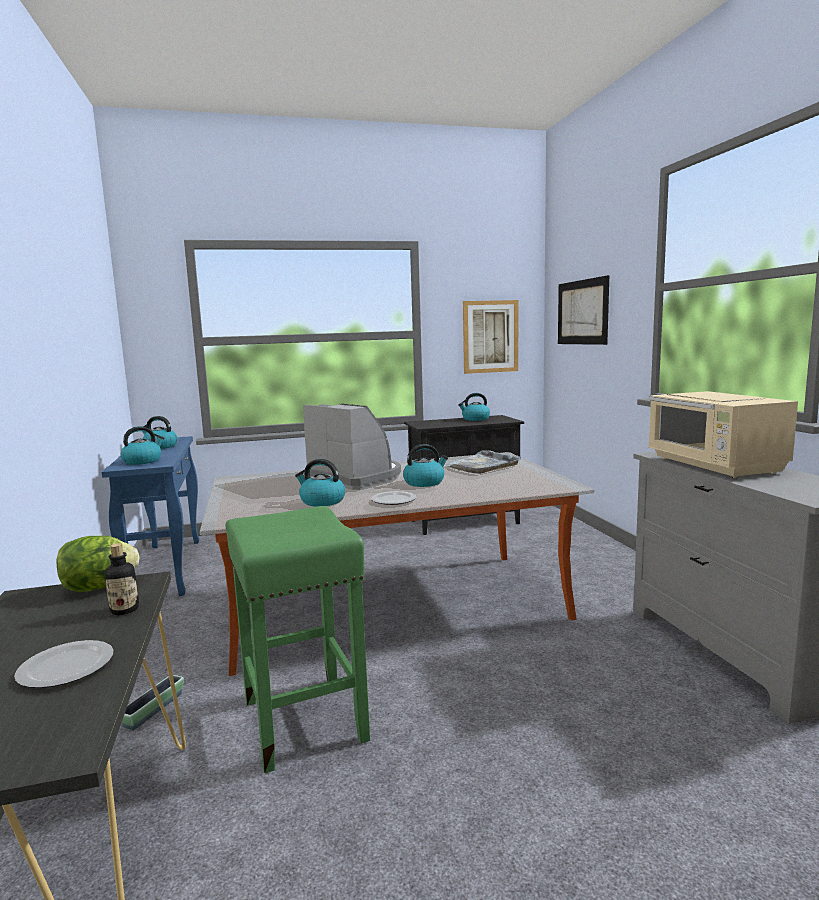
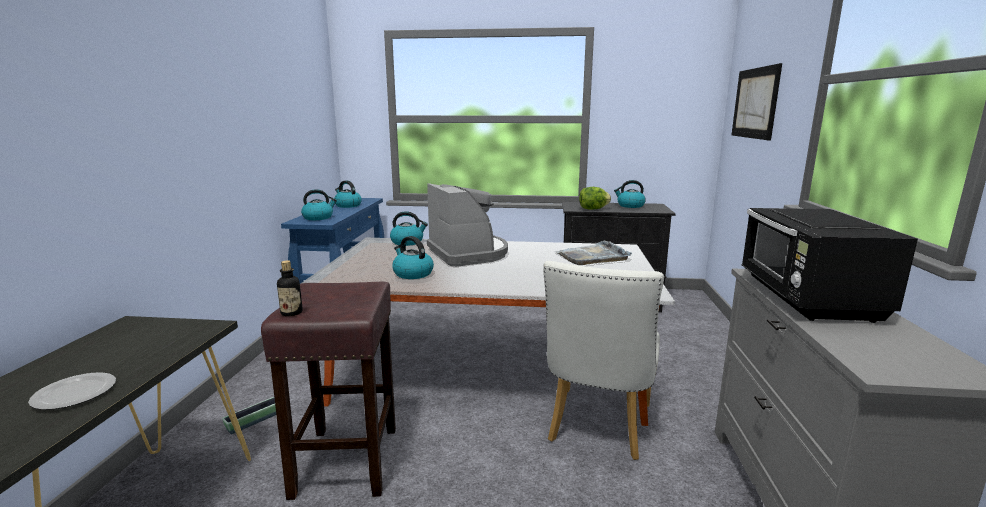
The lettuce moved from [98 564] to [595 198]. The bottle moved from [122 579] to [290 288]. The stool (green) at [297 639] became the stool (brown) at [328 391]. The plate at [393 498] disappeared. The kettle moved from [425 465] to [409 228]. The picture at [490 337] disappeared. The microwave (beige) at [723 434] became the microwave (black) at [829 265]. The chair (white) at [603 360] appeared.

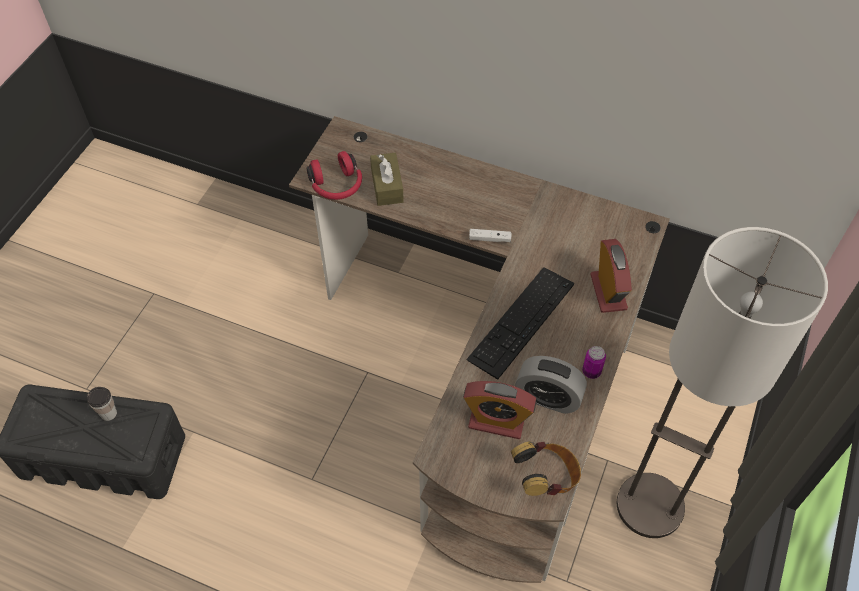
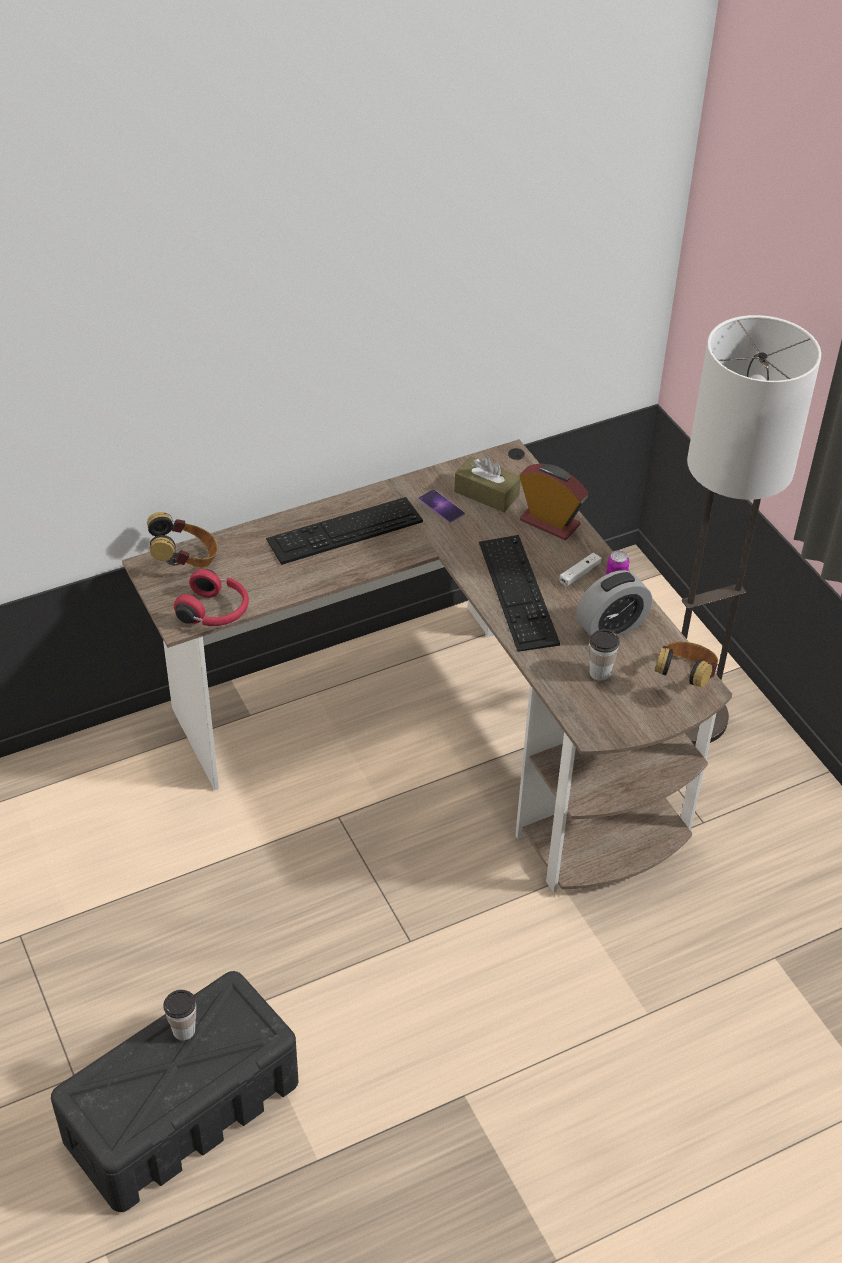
The tissue box (brown) moved from [387 179] to [487 484]. The alarm clock at [499 410] was replaced by the cup at [604 655]. The game controller (white) moved from [490 235] to [580 569]. The headphones at [182 539] appeared. The keyboard at [344 531] appeared. The phone at [441 506] appeared.

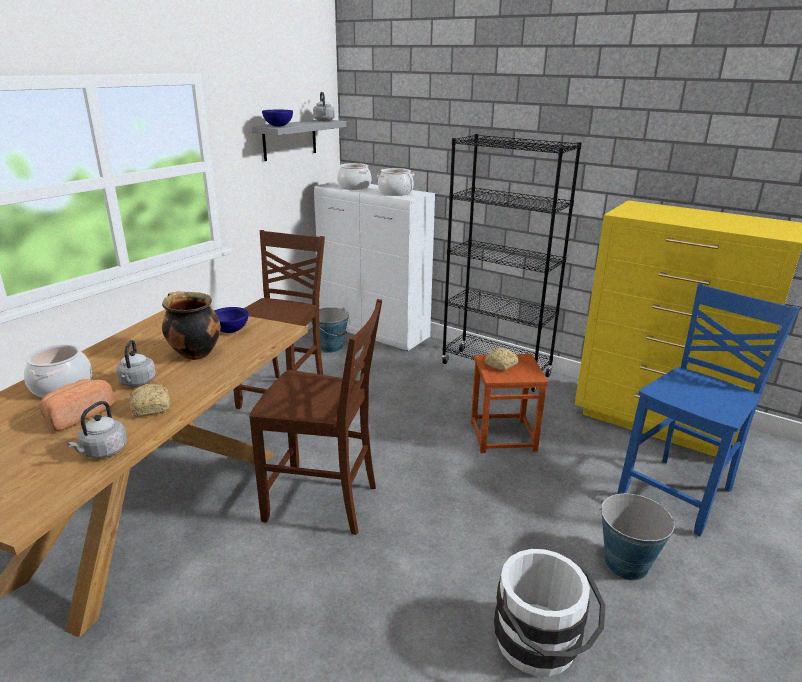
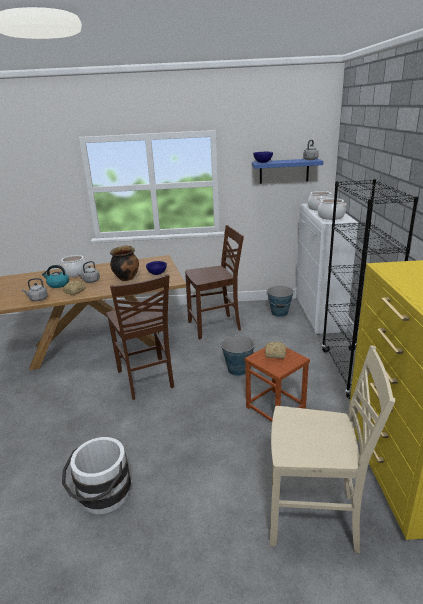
The bread at [76 405] was replaced by the kettle at [55 276]. The shelf (grey) at [299 140] became the shelf (blue) at [288 171]. The bucket moved from [637 537] to [238 355]. The chair (blue) at [708 409] became the chair (beige) at [332 449].

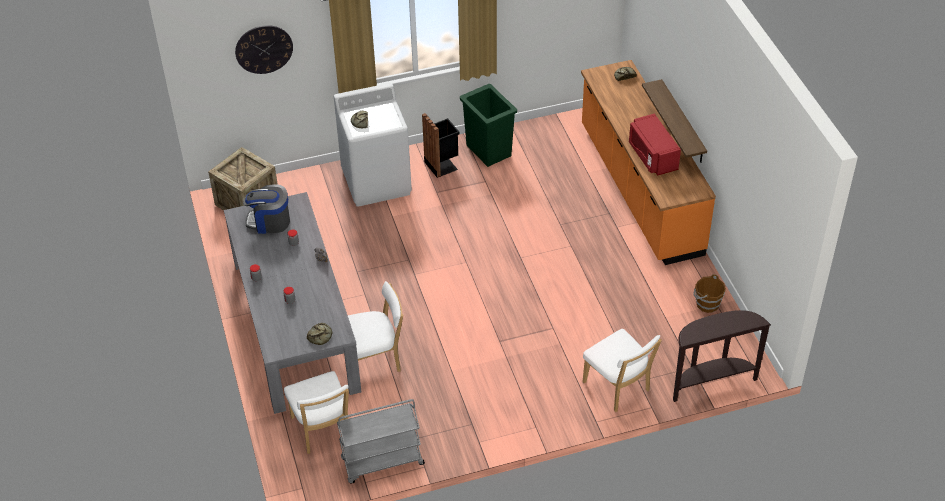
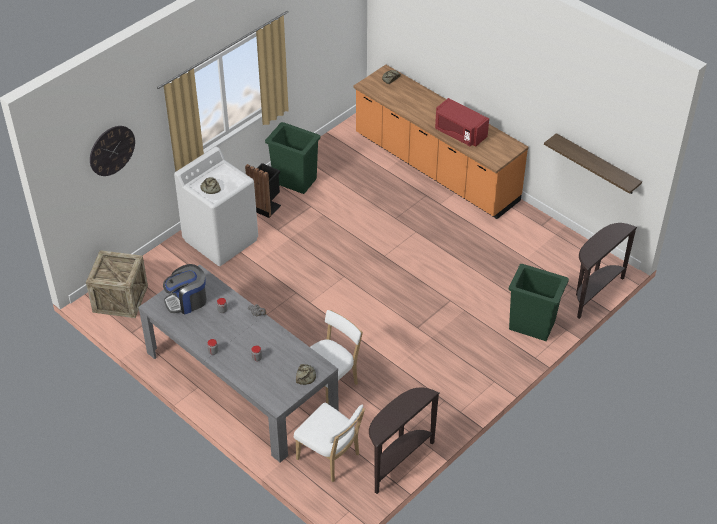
The cart (grey) at [381 441] was replaced by the console table (brown) at [404 440]. The chair (white) at [622 370] was replaced by the trash can (green) at [539 302]. The shelf moved from [674 121] to [593 163]. The bucket (brown) at [709 293] disappeared.

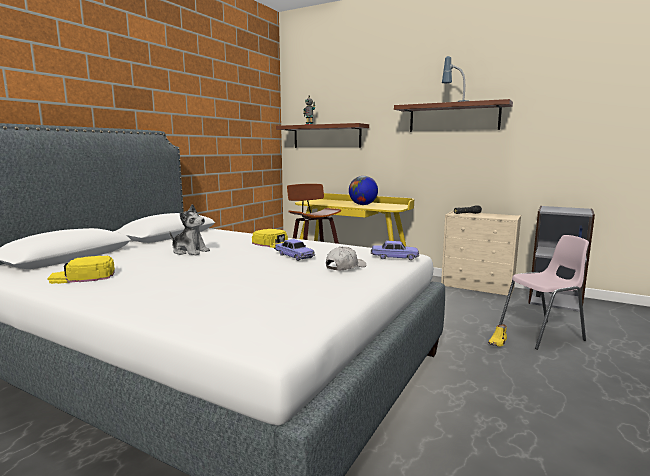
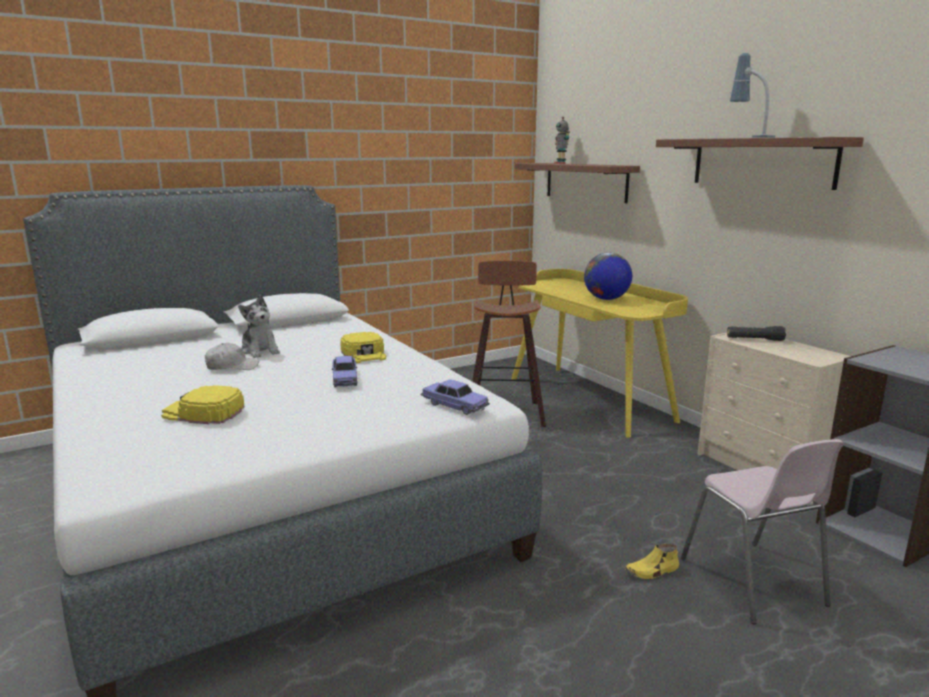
The cap (yellow) moved from [81 270] to [203 404]. The cap (white) moved from [346 259] to [232 356]. The chair (pink) at [544 292] turned 60 degrees clockwise.

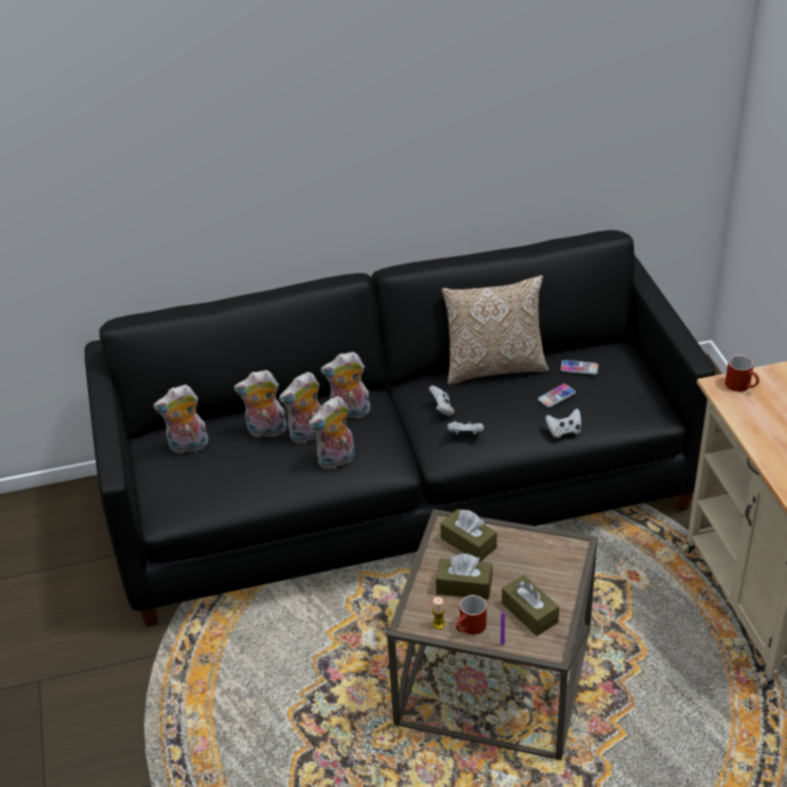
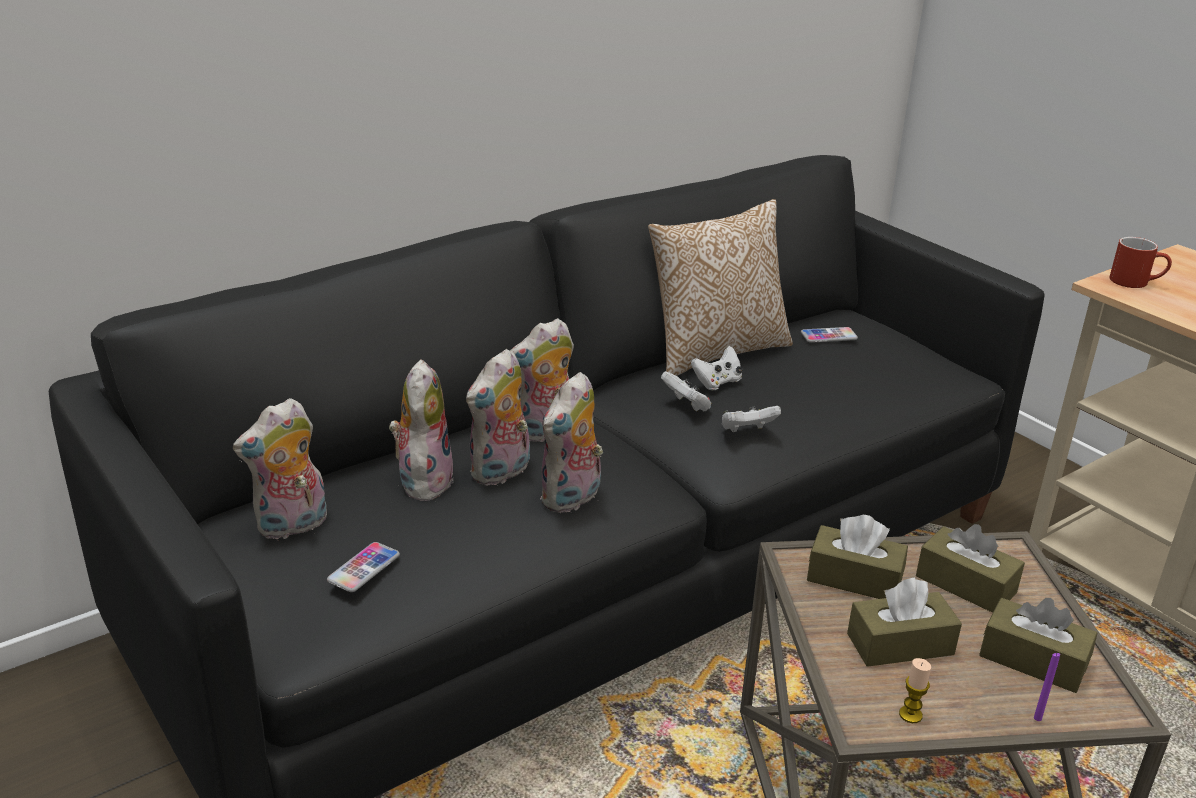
The plush toy at [261 404] turned 120 degrees clockwise. The mug (red) at [471 615] disappeared. The phone moved from [557 396] to [363 567]. The game controller (white) moved from [563 423] to [717 368]. The tissue box (brown) at [970 568] appeared.

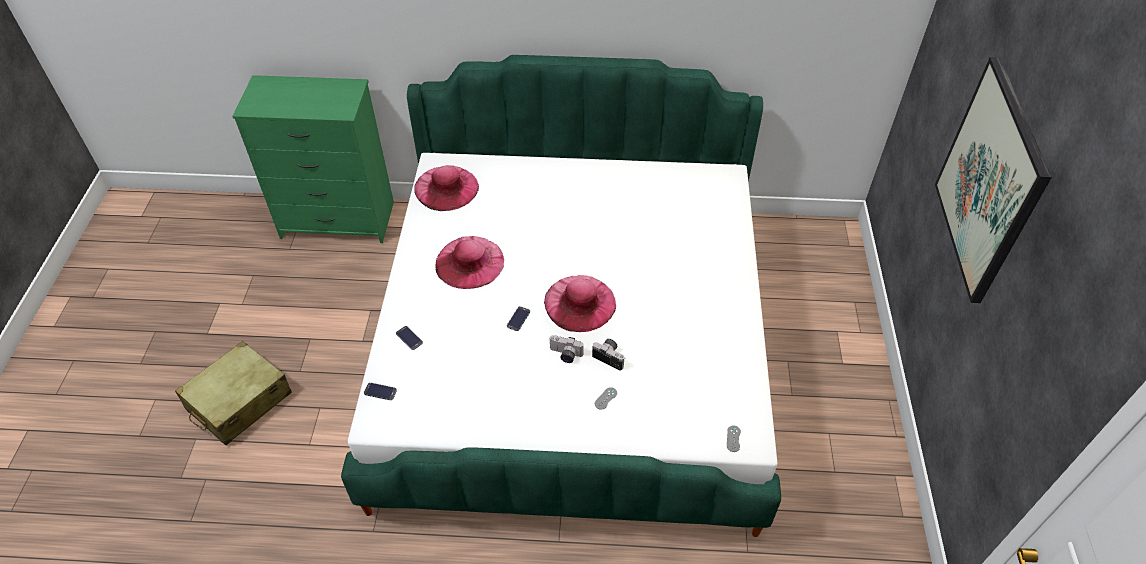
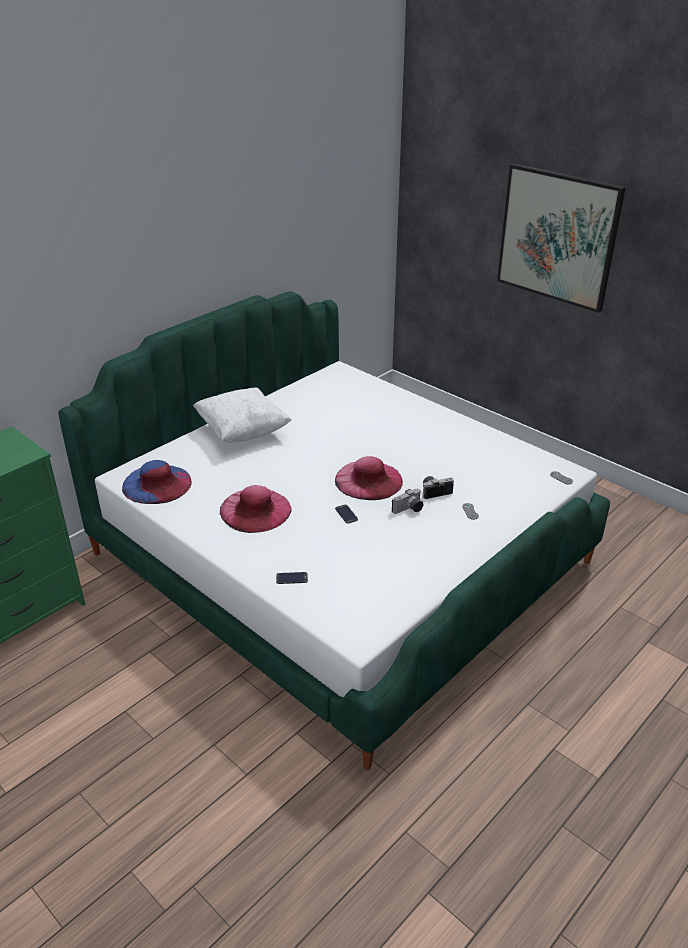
The suitcase (beige) at [233 393] disappeared. The phone at [380 391] disappeared. The hat (pink) at [446 188] became the hat (blue) at [157 482]. The pillow (white) at [242 415] appeared.

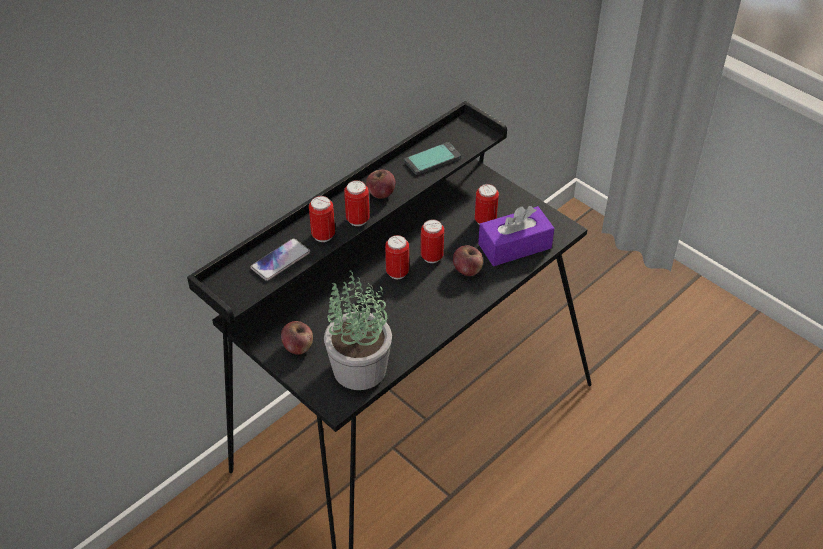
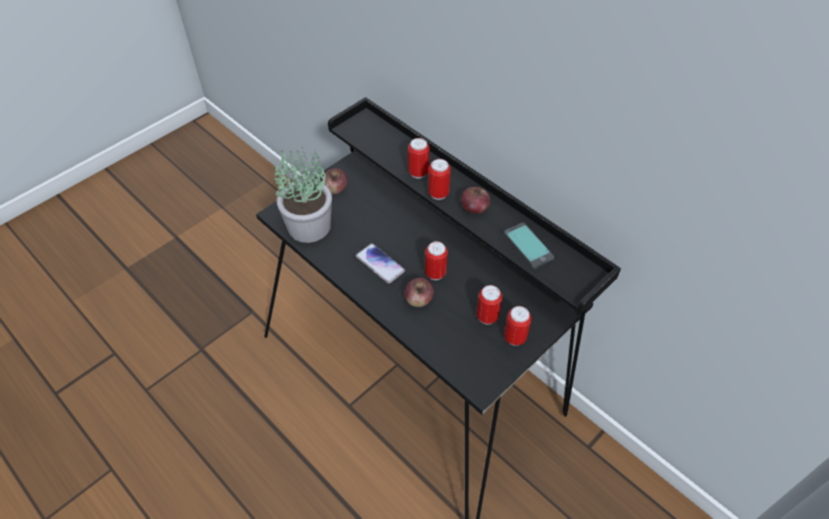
The phone moved from [280 259] to [380 263]. The can moved from [397 257] to [517 326]. The tissue box (purple) at [516 236] disappeared.

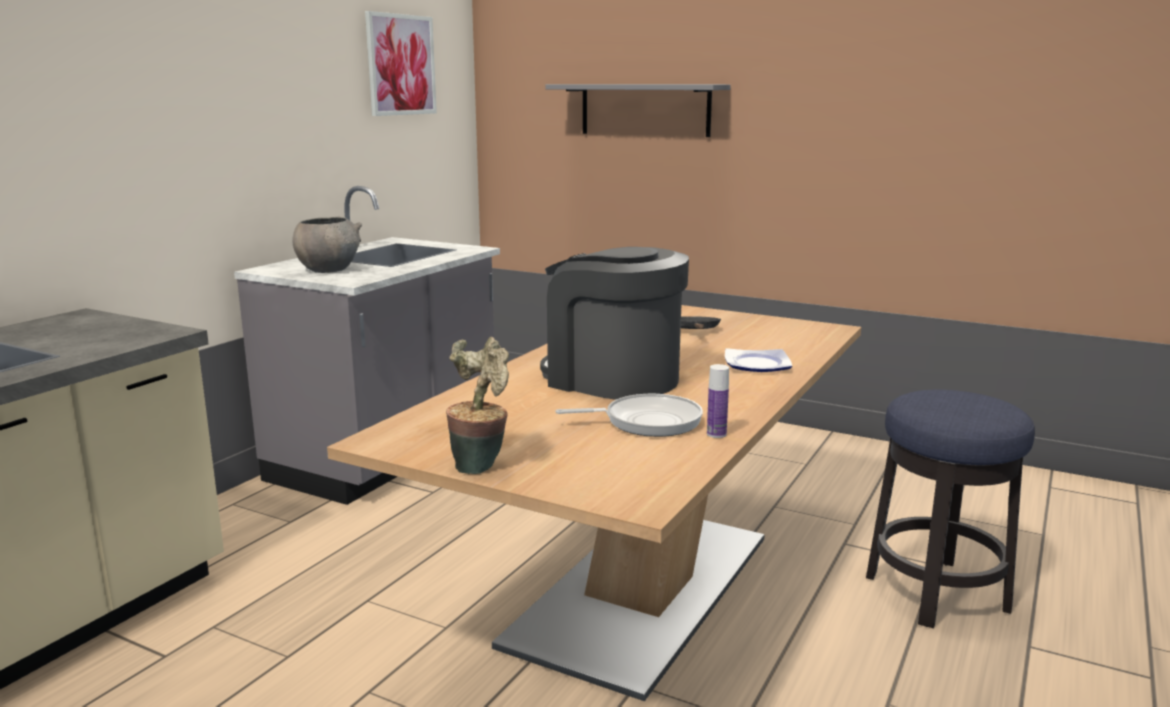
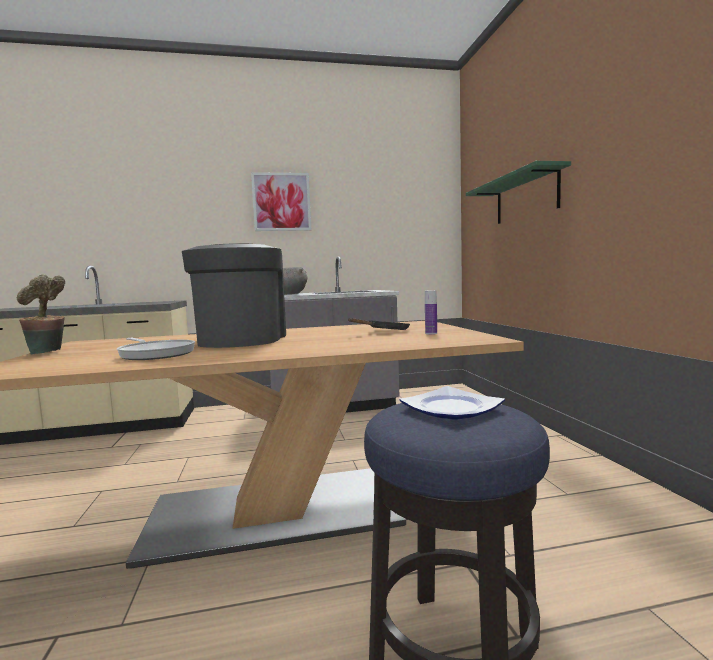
The picture moved from [401 63] to [281 201]. The shelf (grey) at [638 110] became the shelf (green) at [518 192]. The bottle moved from [718 401] to [431 312]. The plate moved from [758 360] to [452 403].

